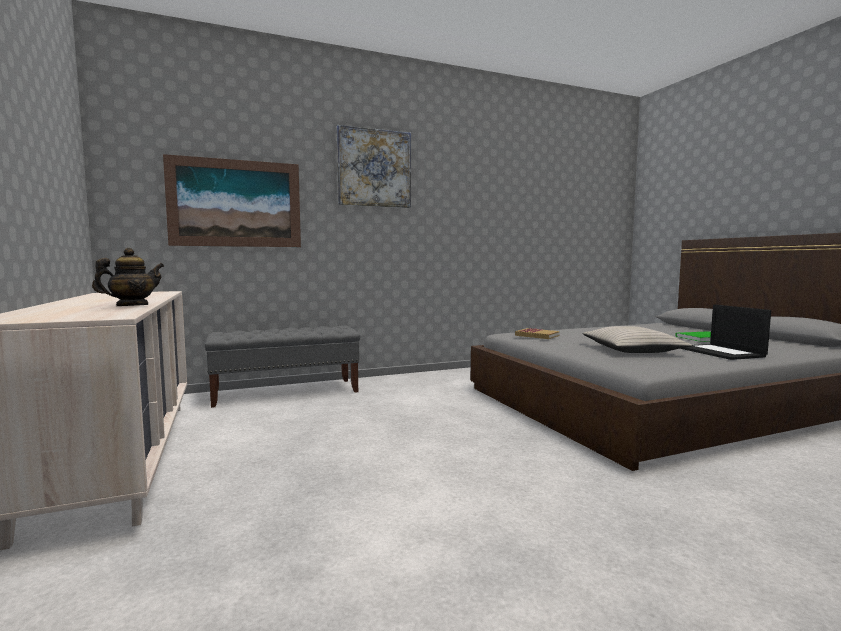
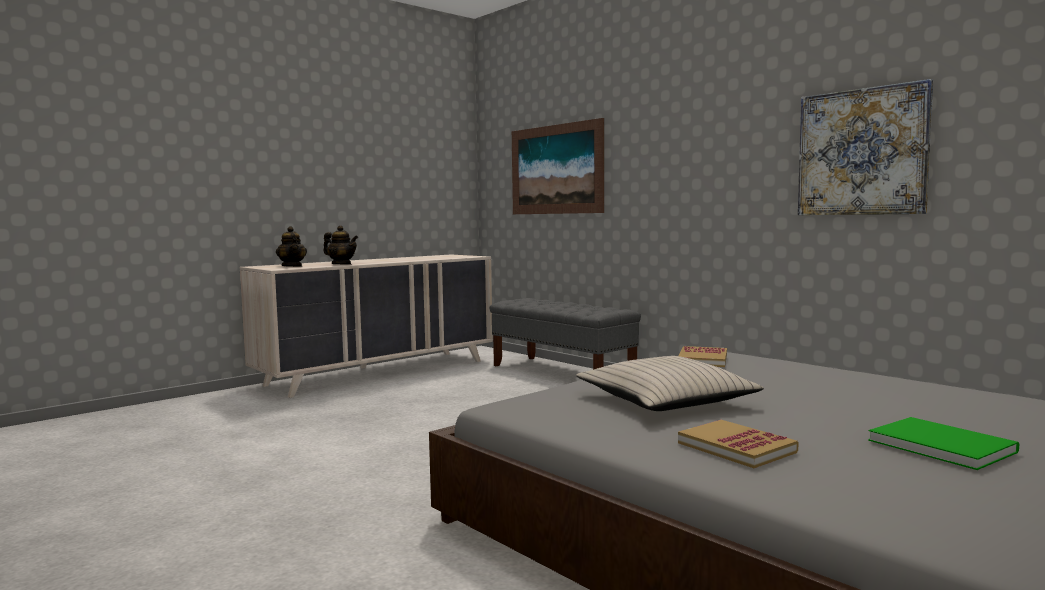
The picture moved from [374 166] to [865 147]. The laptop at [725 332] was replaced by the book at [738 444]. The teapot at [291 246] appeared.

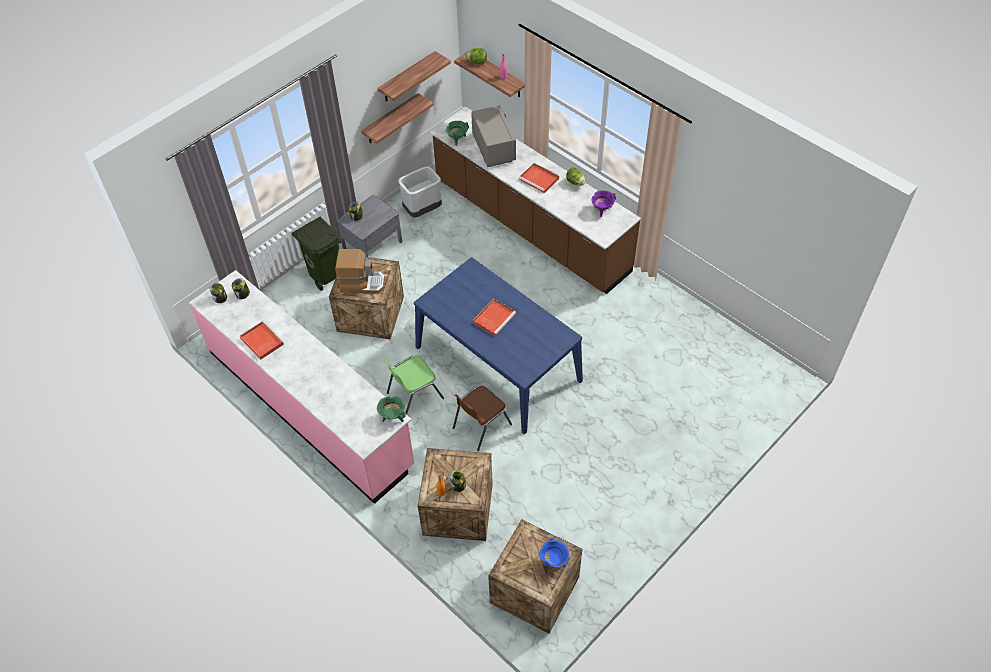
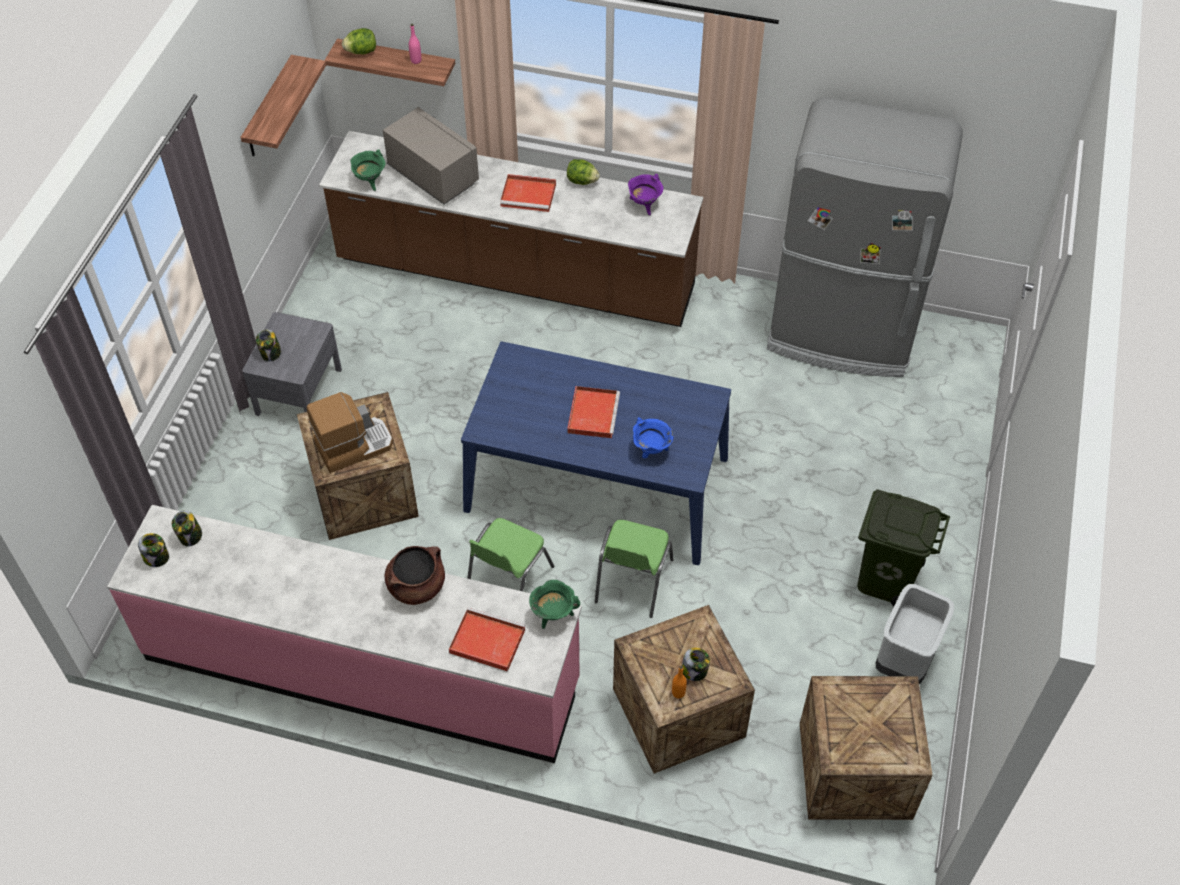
The tray (red) moved from [262 340] to [487 639]. The trash can (green) moved from [316 253] to [903 548]. The shelf at [397 118] disappeared. The trash can (grey) moved from [420 192] to [915 634]. The chair (brown) at [482 418] became the chair (green) at [634 569]. The cooking pot (blue) moved from [554 552] to [653 437]. The cooking pot (brown) at [415 575] appeared. The fridge (grey) at [865 237] appeared.

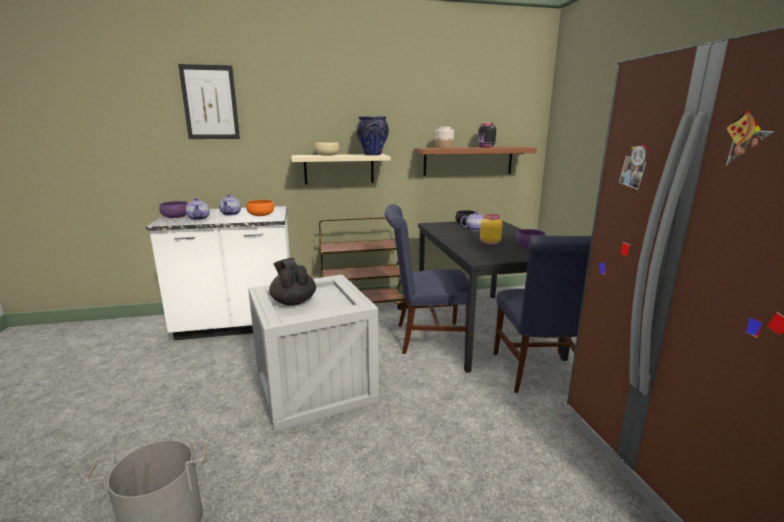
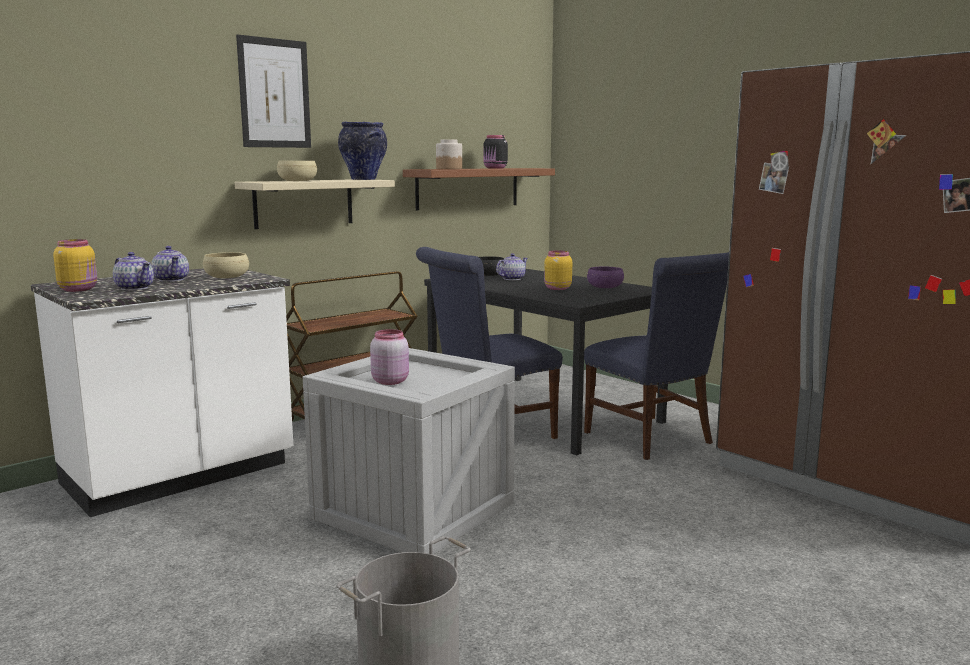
The bowl (purple) at [173 209] was replaced by the jar (yellow) at [75 265]. The picture moved from [209 101] to [273 91]. The bowl (orange) at [260 208] became the bowl (beige) at [226 265]. The teapot (black) at [292 282] was replaced by the jar (pink) at [389 357].

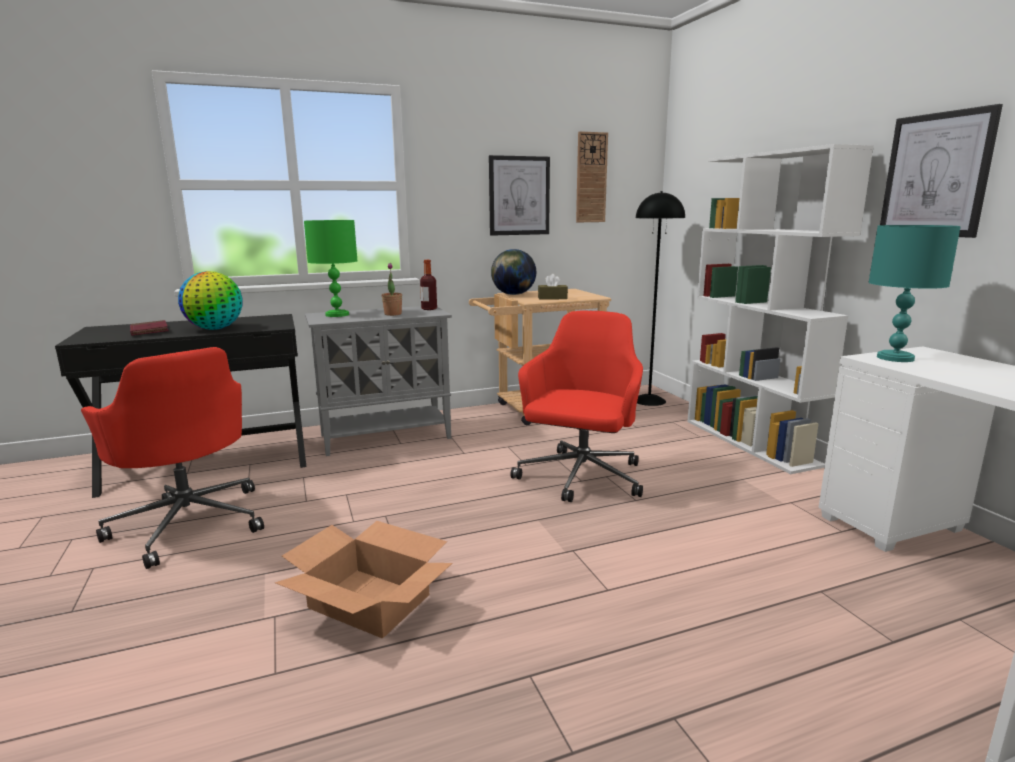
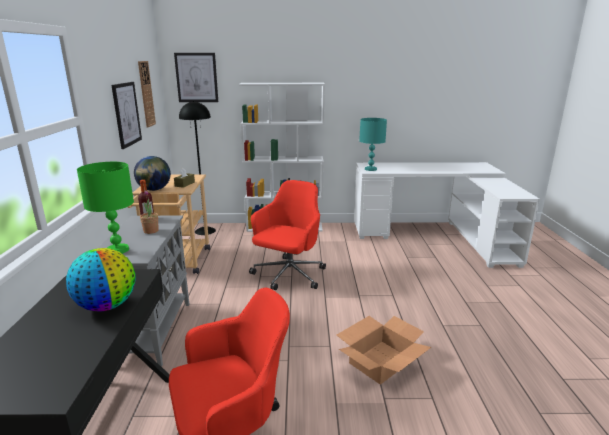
The book (red) at [149 328] disappeared. The office chair (red) at [576 406] turned 75 degrees clockwise. The picture moved from [941 171] to [196 77].

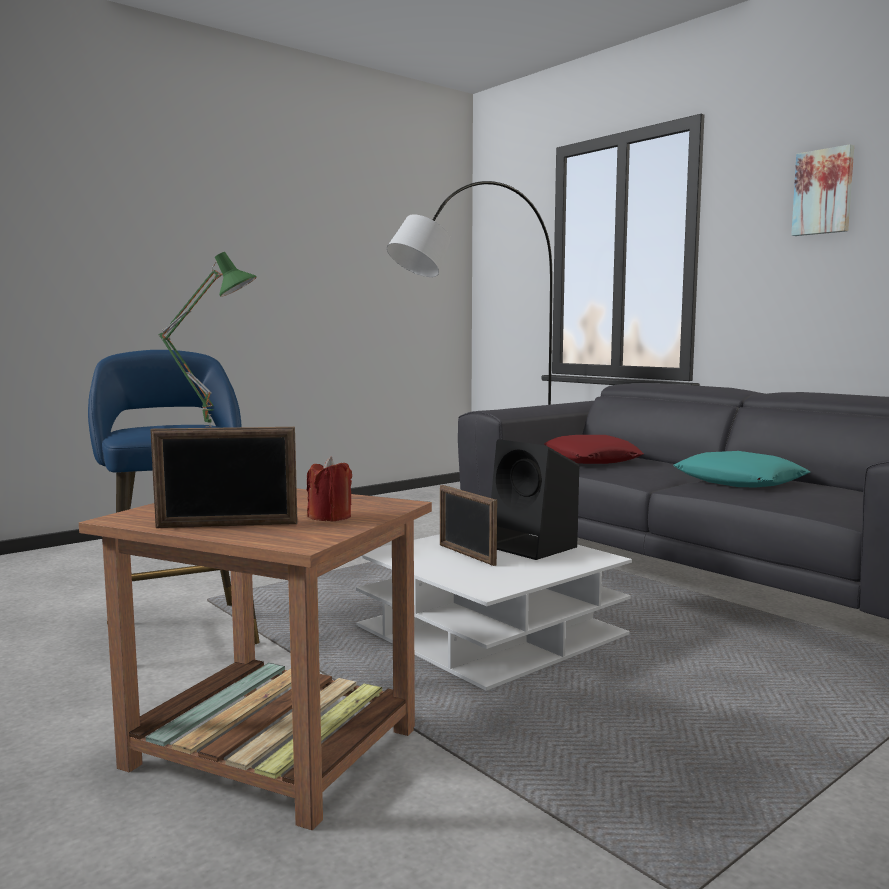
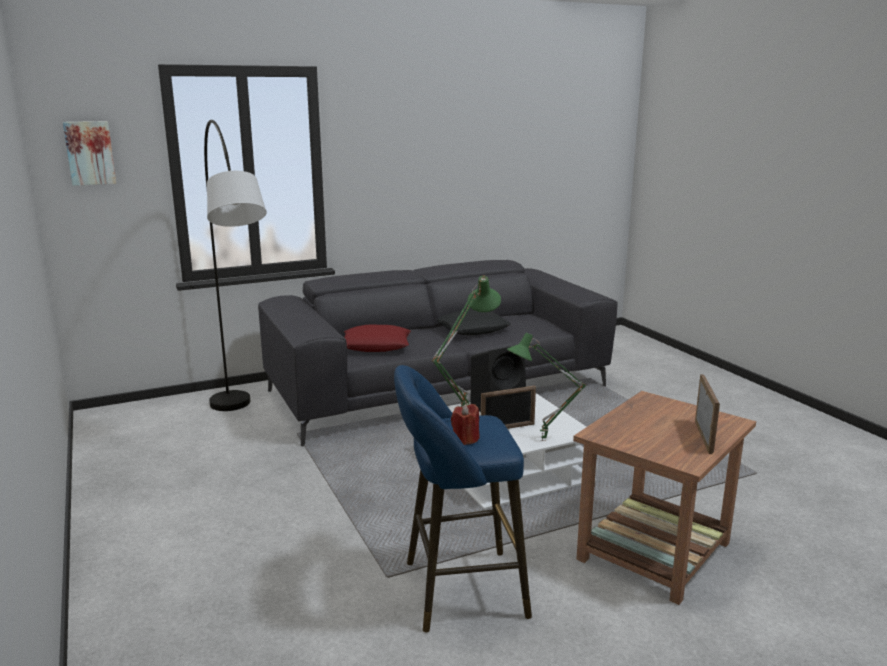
The candle (red) moved from [329 488] to [465 424]. The pillow (turquoise) at [741 469] became the pillow (black) at [473 322]. The picture moved from [822 190] to [89 153]. The table lamp (green) at [546 386] appeared.

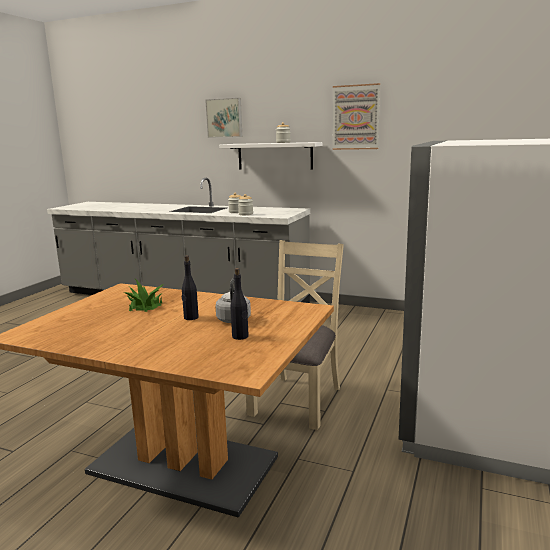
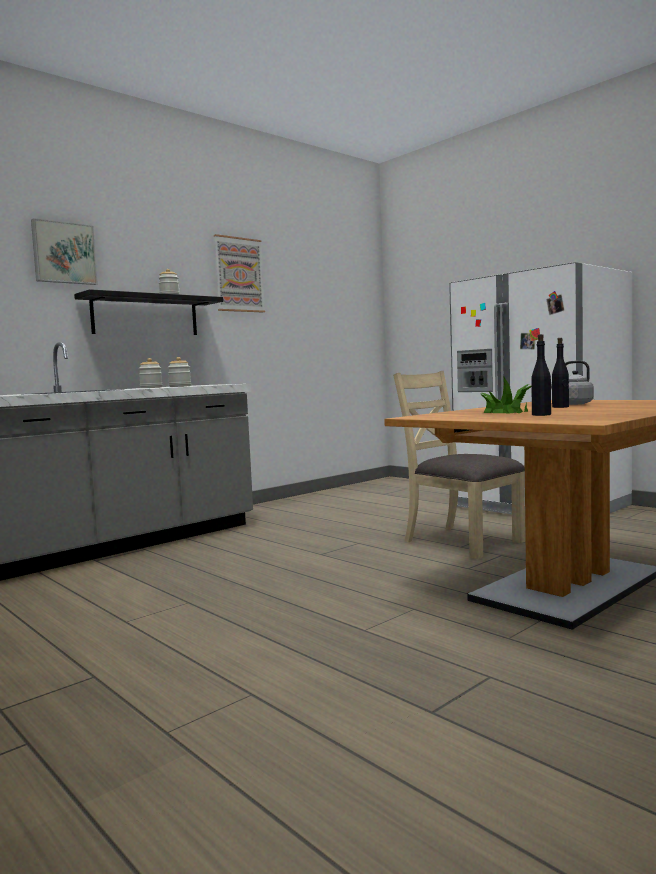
The shelf (white) at [270 156] became the shelf (black) at [148 312]. The bottle (black) moved from [240 304] to [541 375].

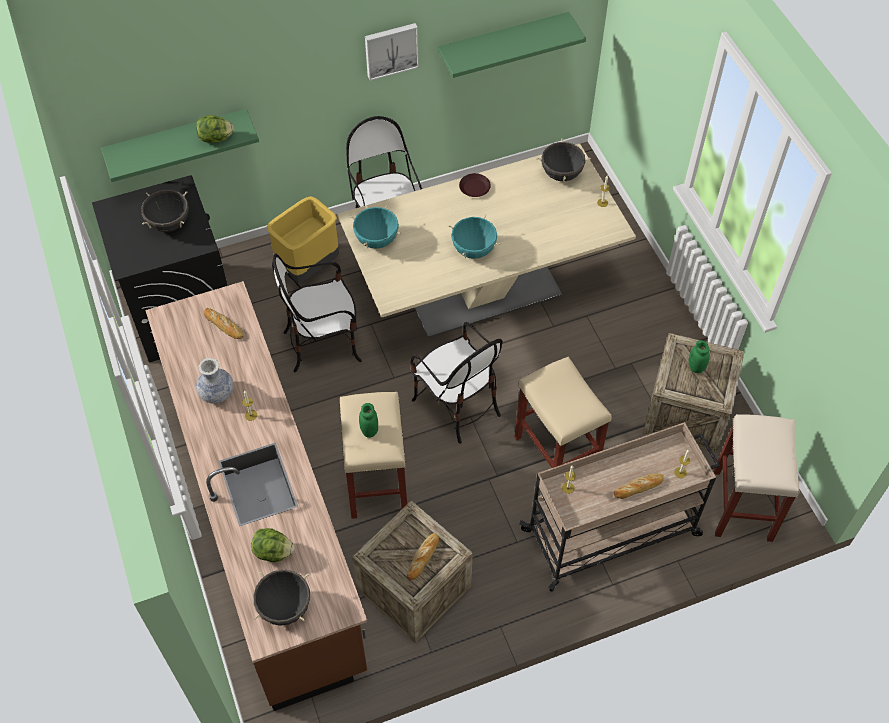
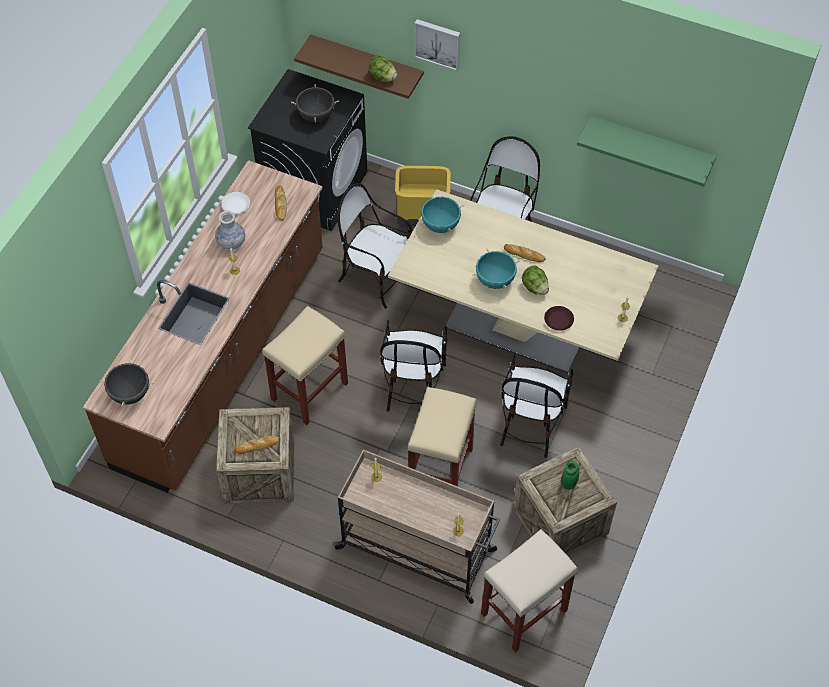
The shelf (green) at [180 145] became the shelf (brown) at [359 66]. The lettuce moved from [273 545] to [535 280]. The jar (green) at [368 420] disappeared. The picture moved from [392 52] to [437 45]. The plate (brown) moved from [475 185] to [559 318]. The cooking pot (black) at [563 160] disappeared. The bread moved from [639 486] to [525 253]. The plate (white) at [235 203] appeared. The chair at [536 406] appeared.

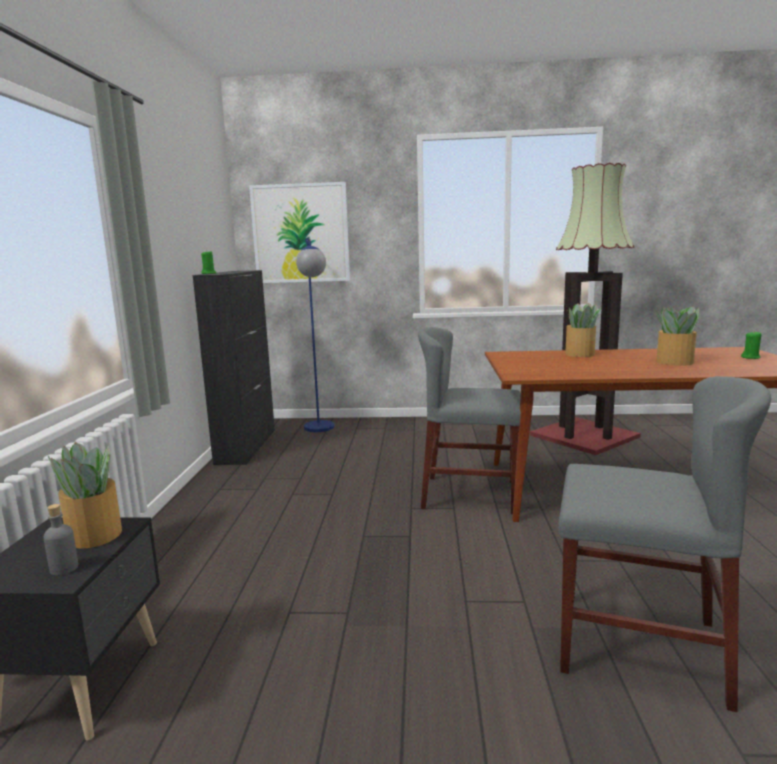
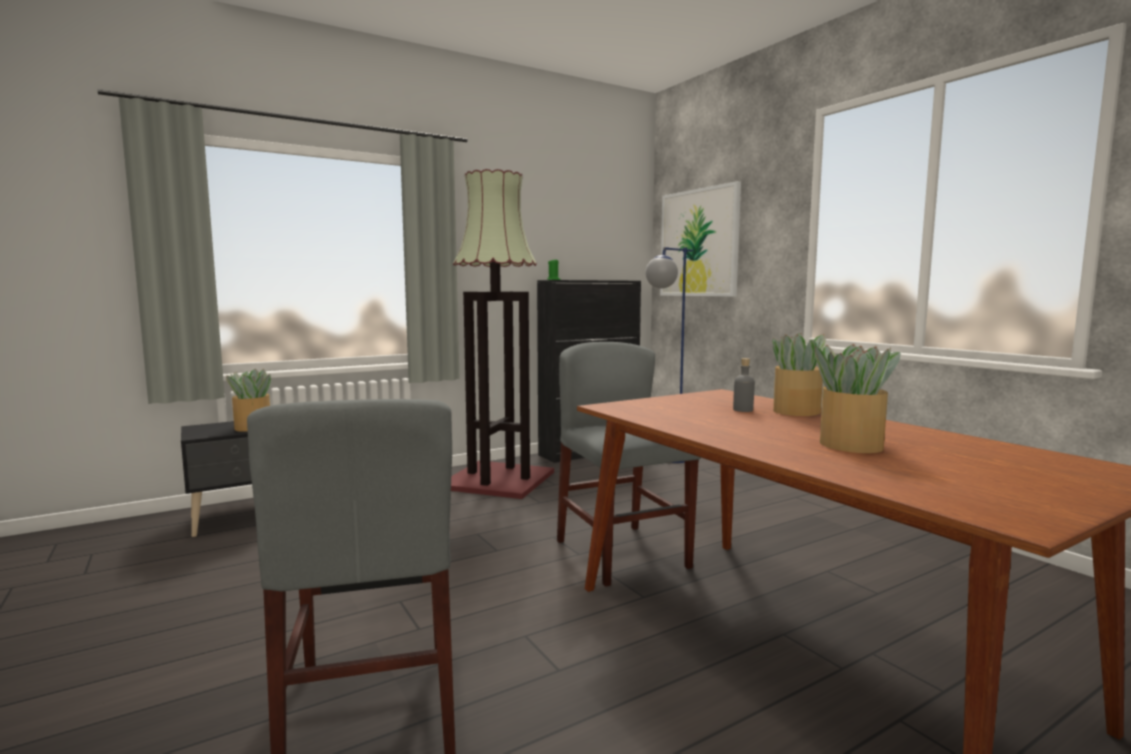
The bottle (grey) moved from [60 540] to [744 385]. The floor lamp moved from [585 309] to [502 334]. The candle (green) at [751 345] disappeared.

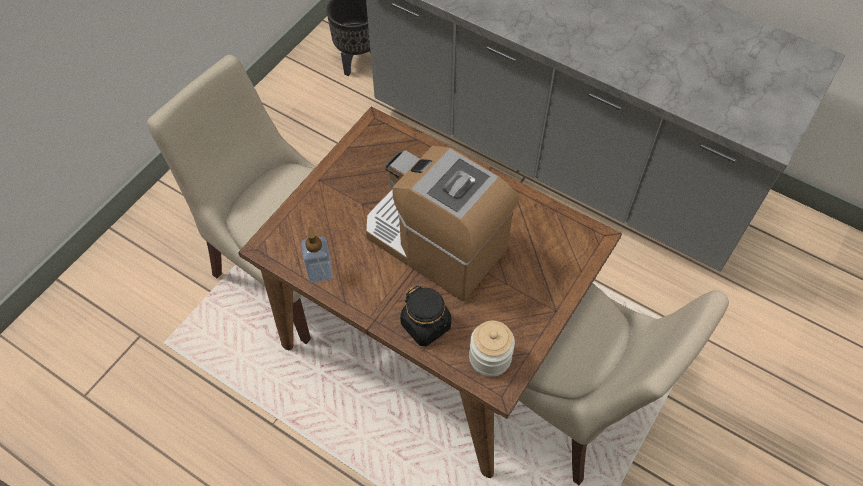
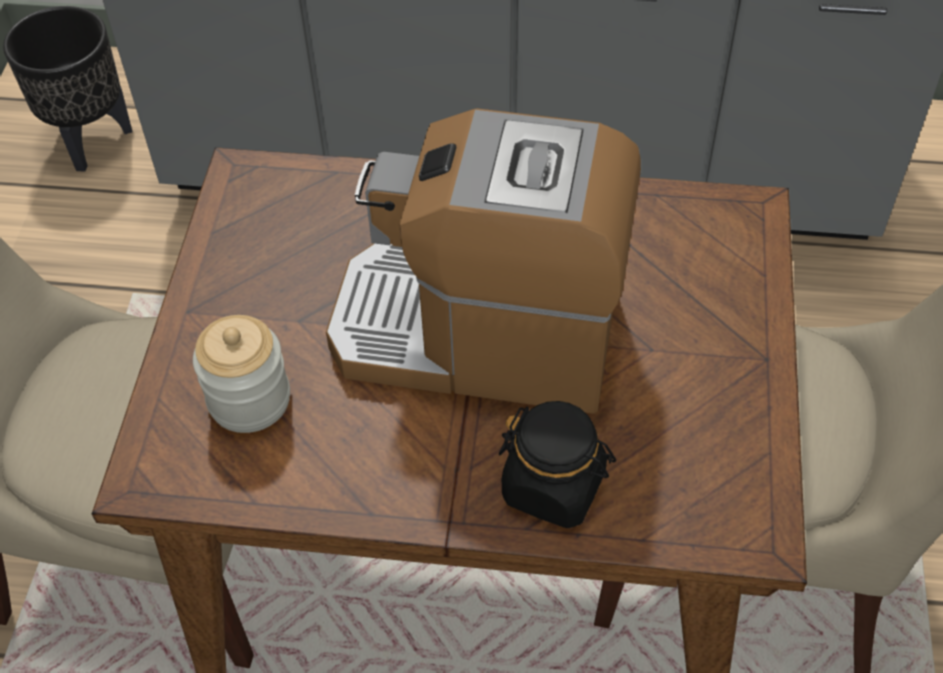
The soap dispenser at [317 255] disappeared. The jar moved from [492 349] to [241 374].

